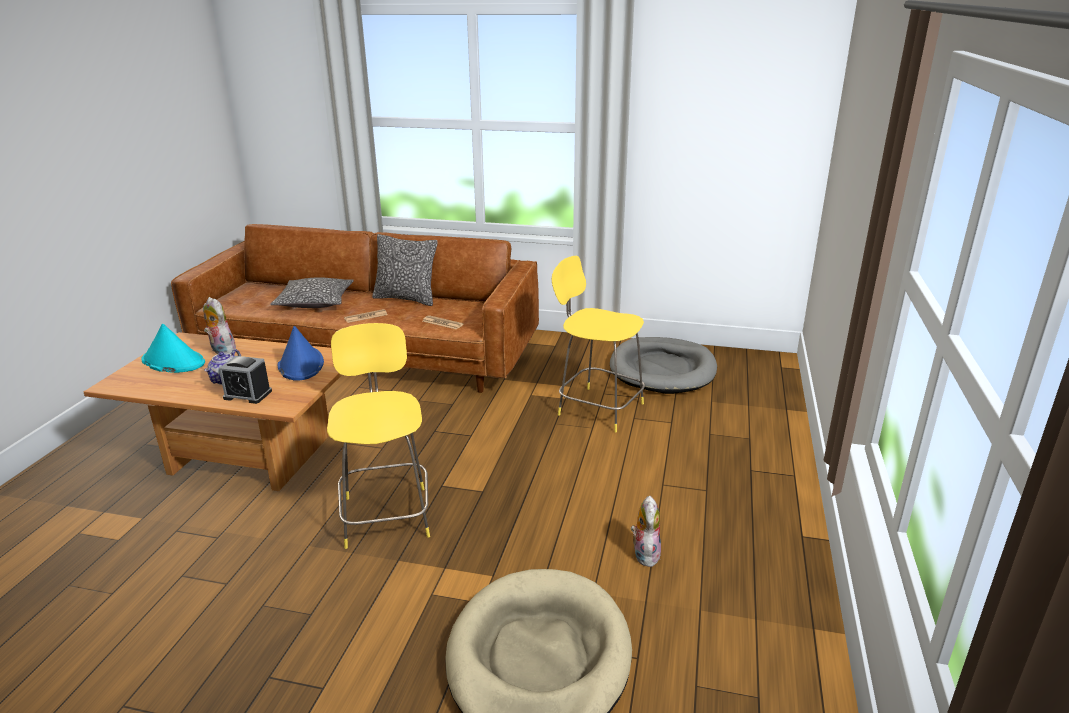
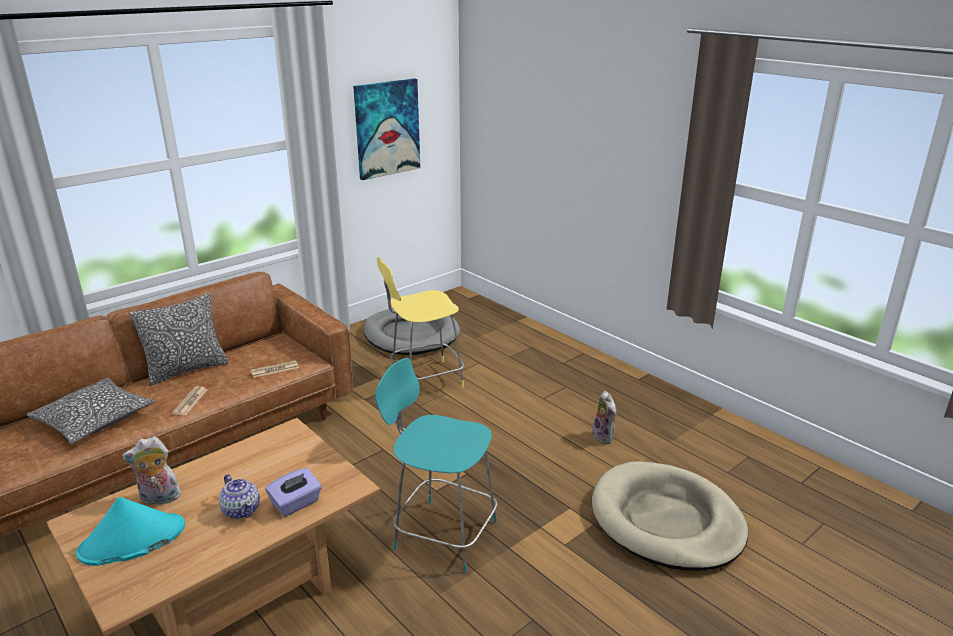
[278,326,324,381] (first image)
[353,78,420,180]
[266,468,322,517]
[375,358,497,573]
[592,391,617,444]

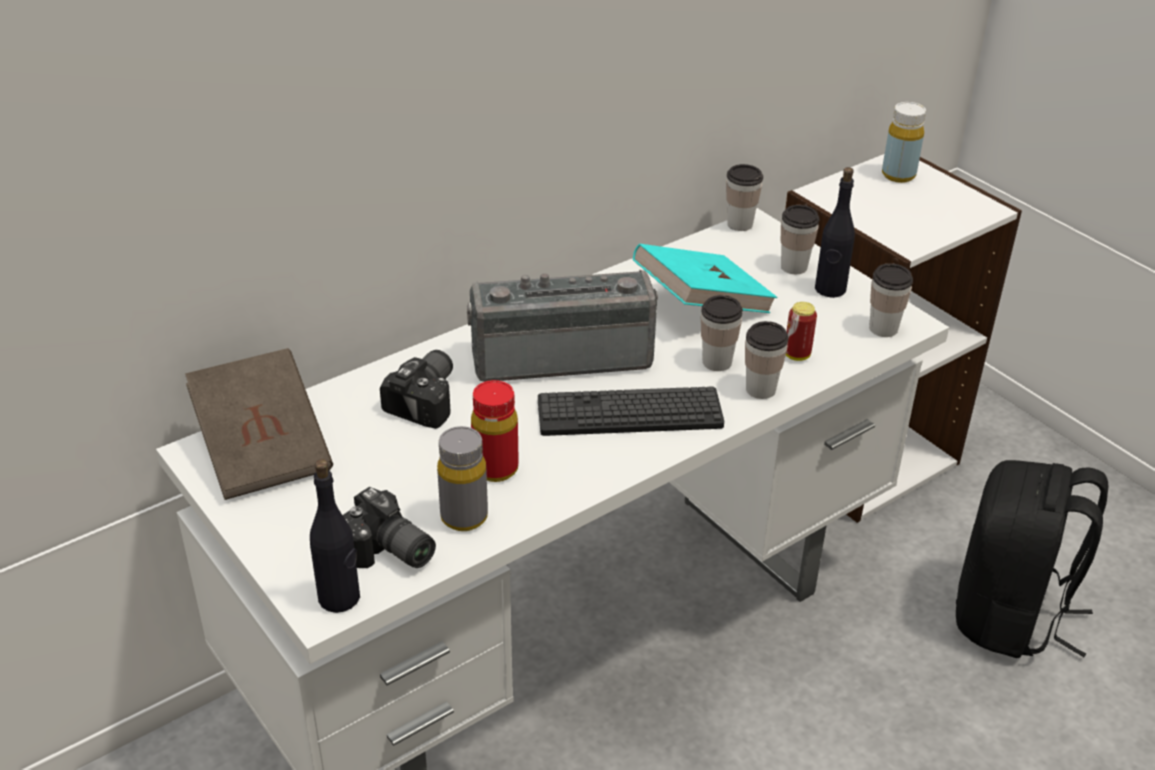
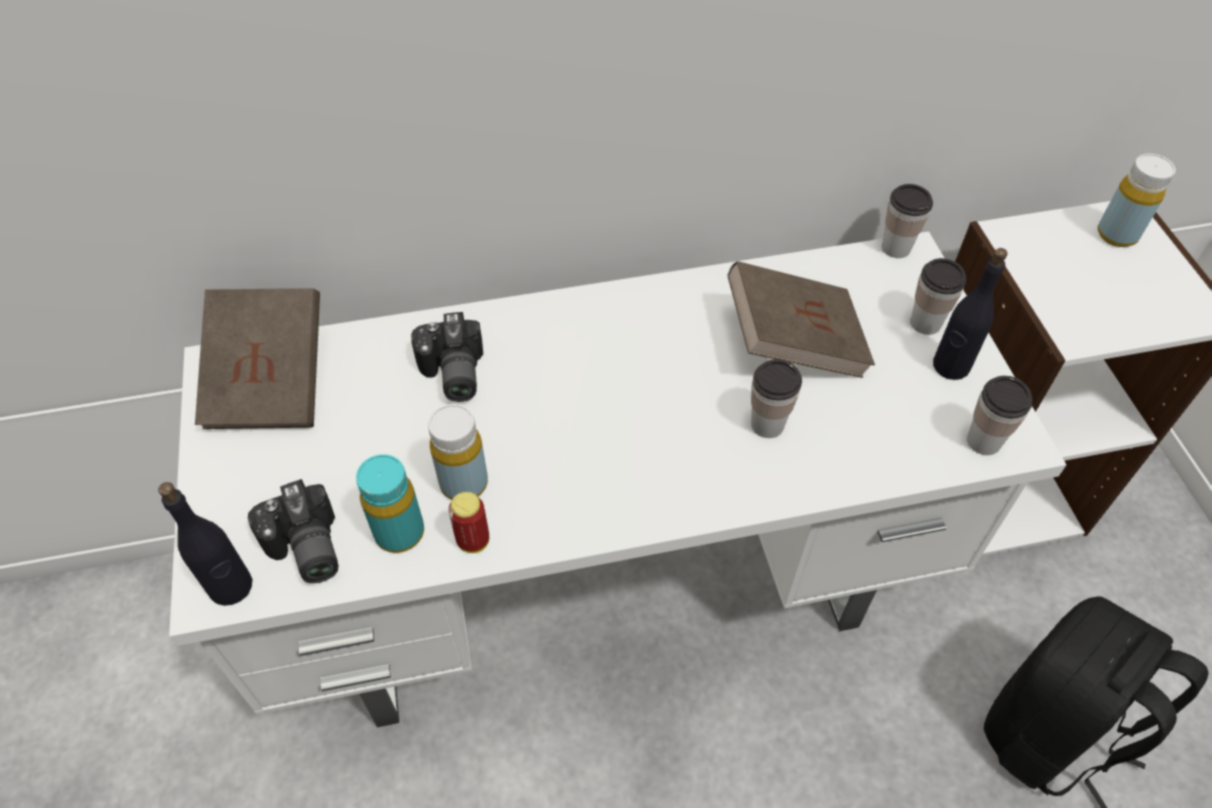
[467,270,658,382] (first image)
[538,386,724,436] (first image)
[745,321,788,399] (first image)
[449,492,489,553]
[356,454,424,553]
[428,404,488,500]
[727,261,875,378]
[411,312,483,402]

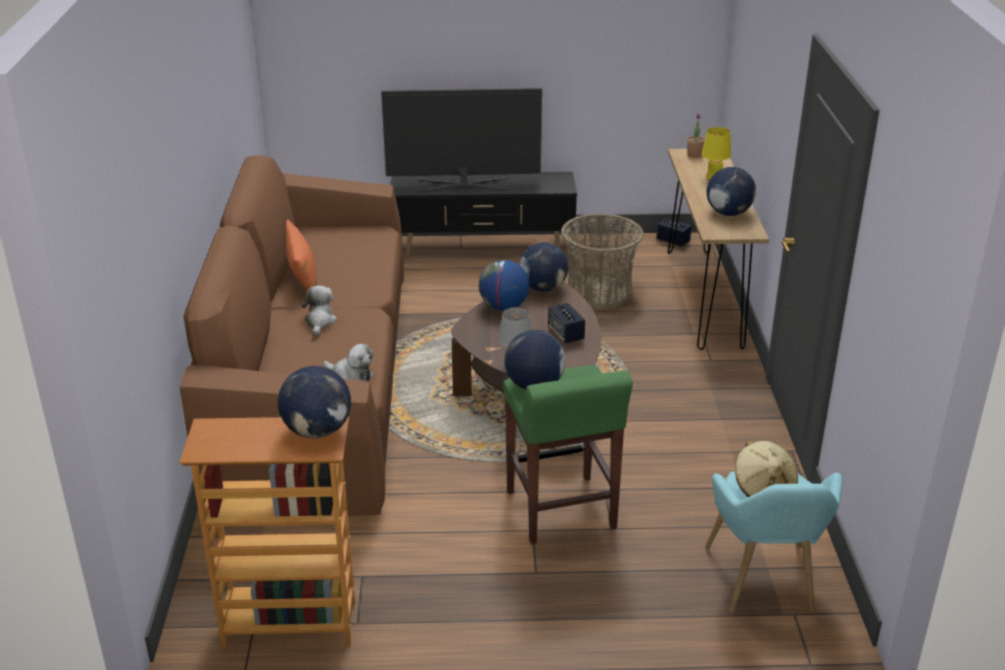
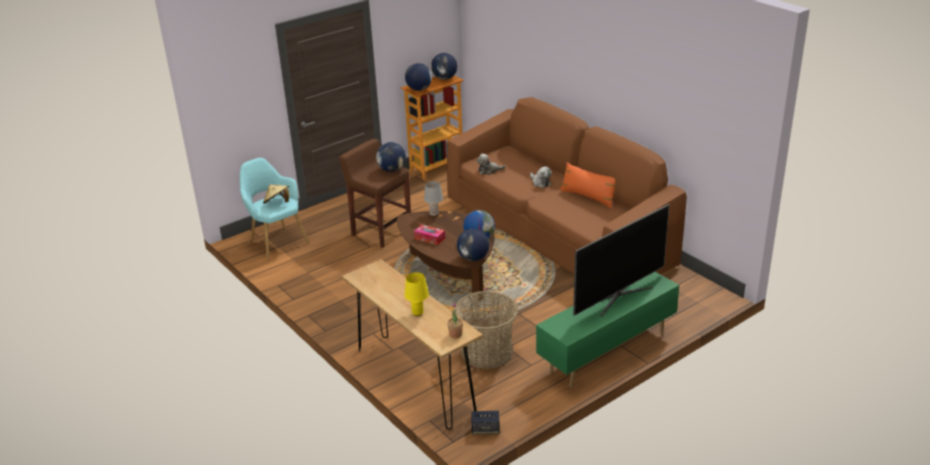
[431,53,457,80]
[414,224,445,245]
[536,272,679,388]
[339,139,411,248]

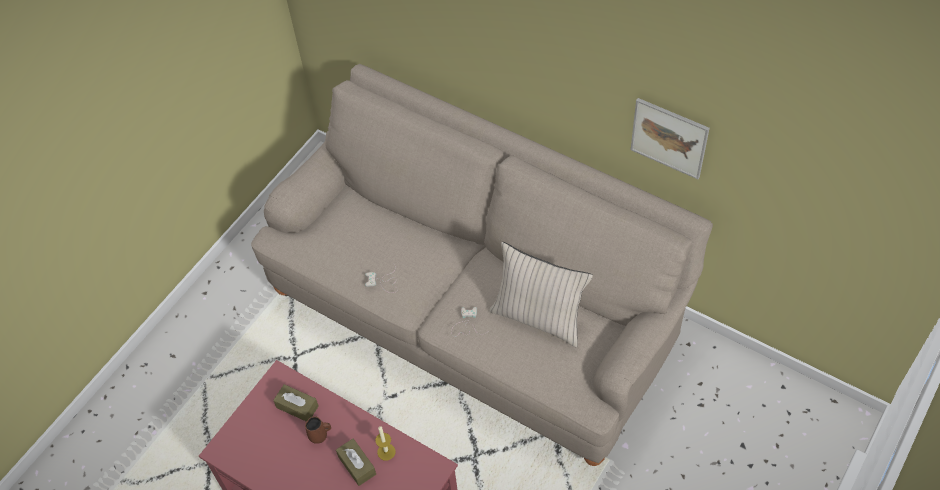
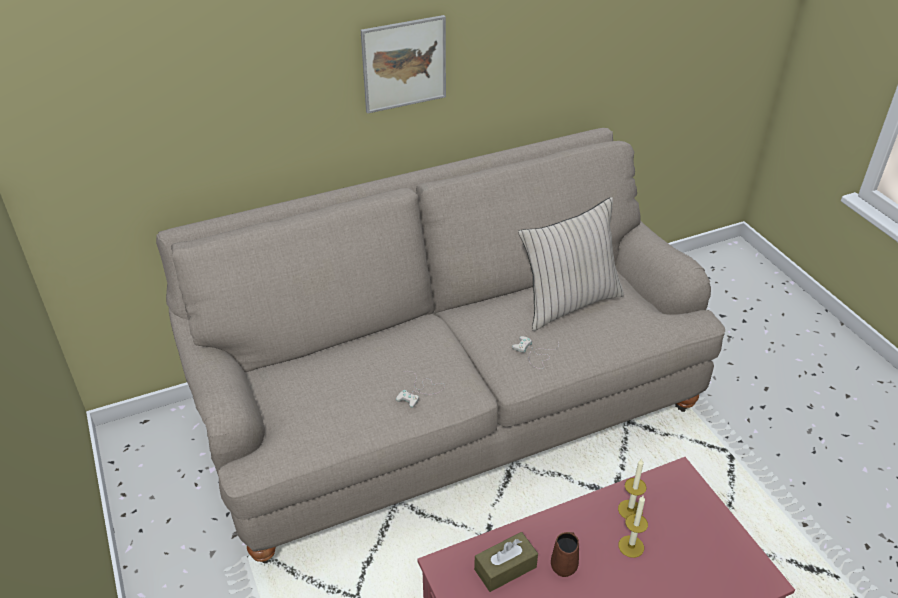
[361,15,446,114]
[618,496,648,558]

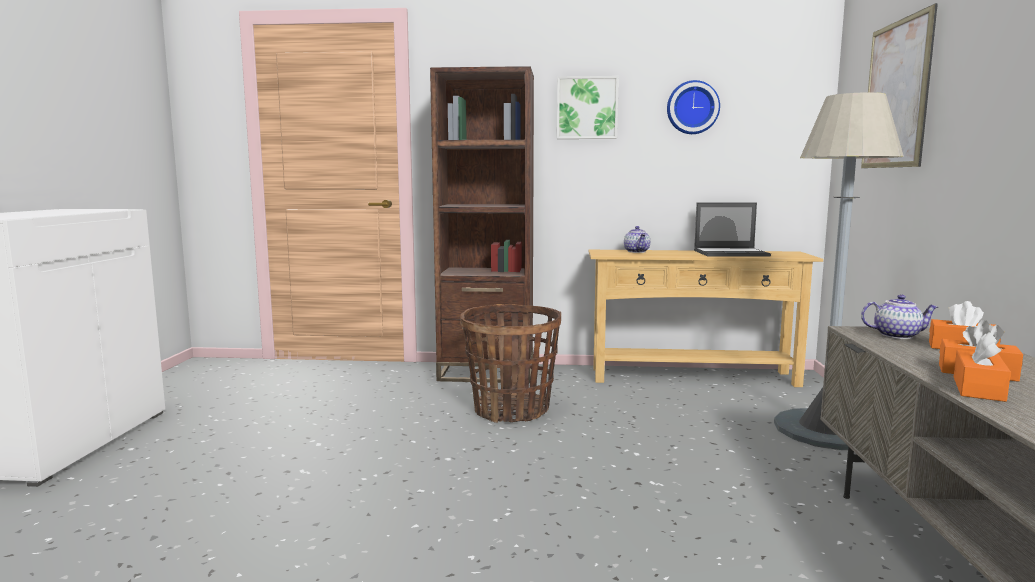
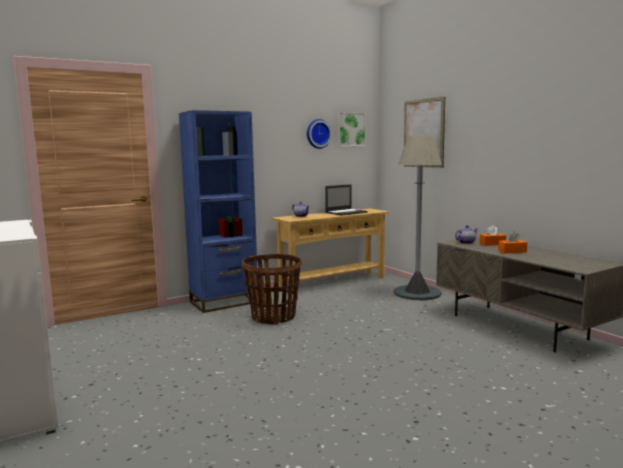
[954,332,1011,402] (first image)
[337,112,366,146]
[179,110,257,313]

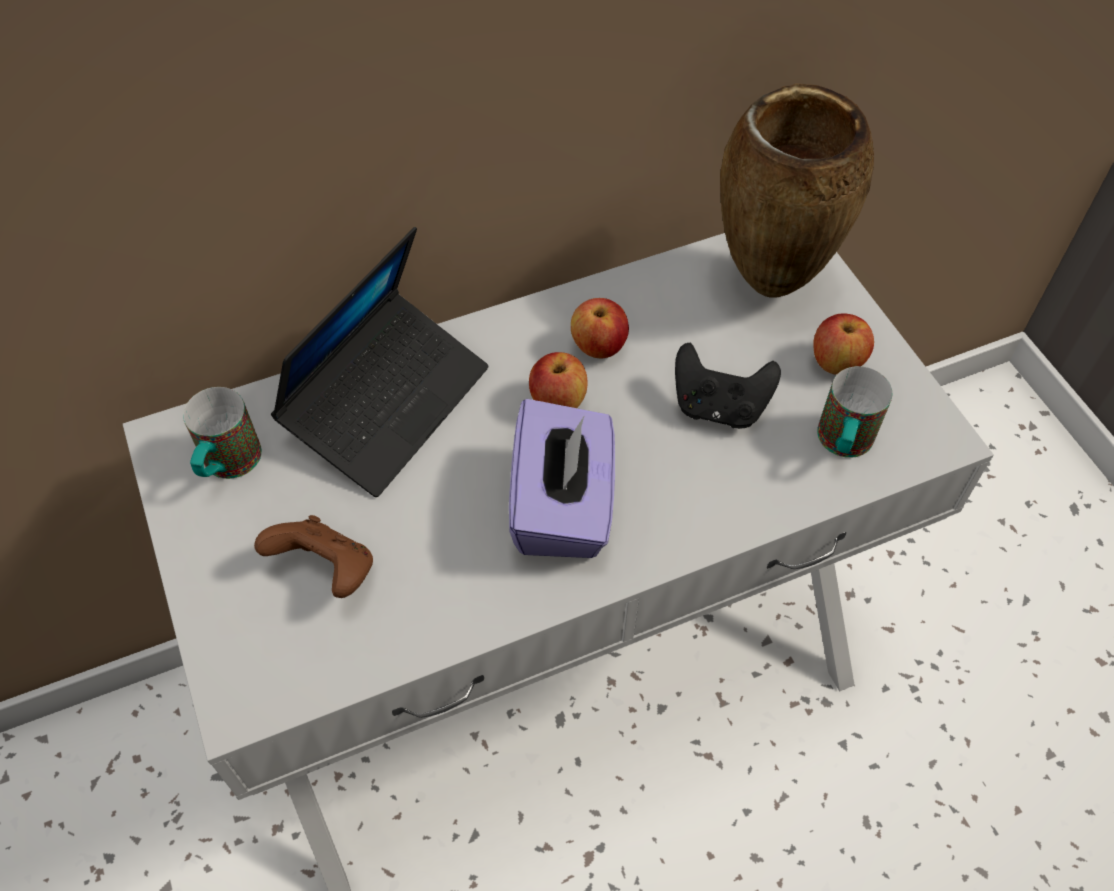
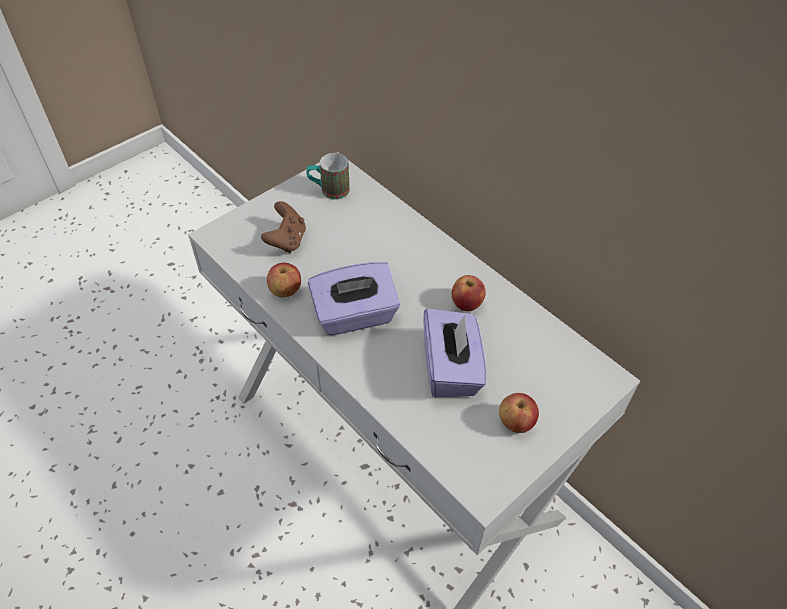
[271,227,489,497] (first image)
[720,83,874,298] (first image)
[817,366,892,458] (first image)
[267,263,301,297]
[424,308,486,398]

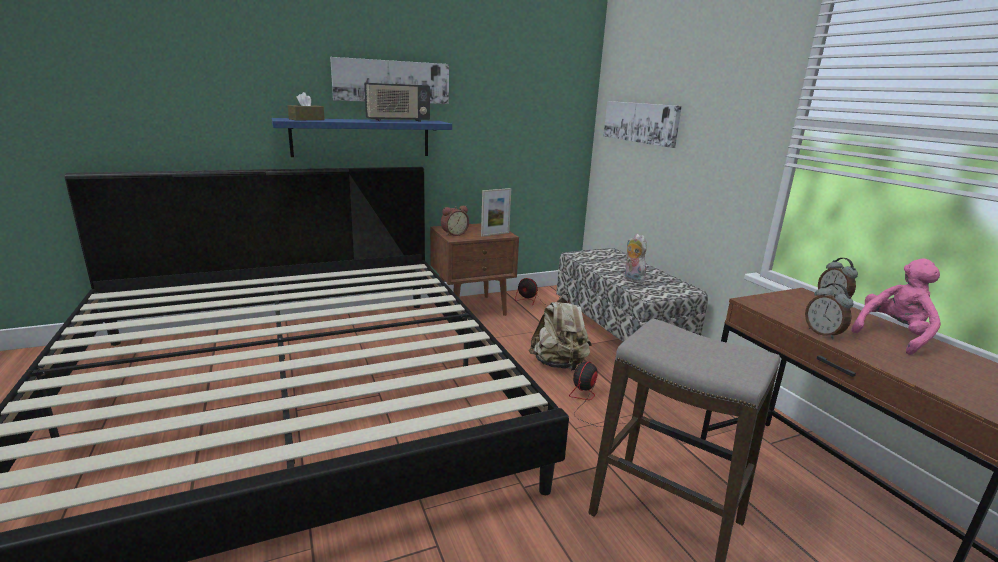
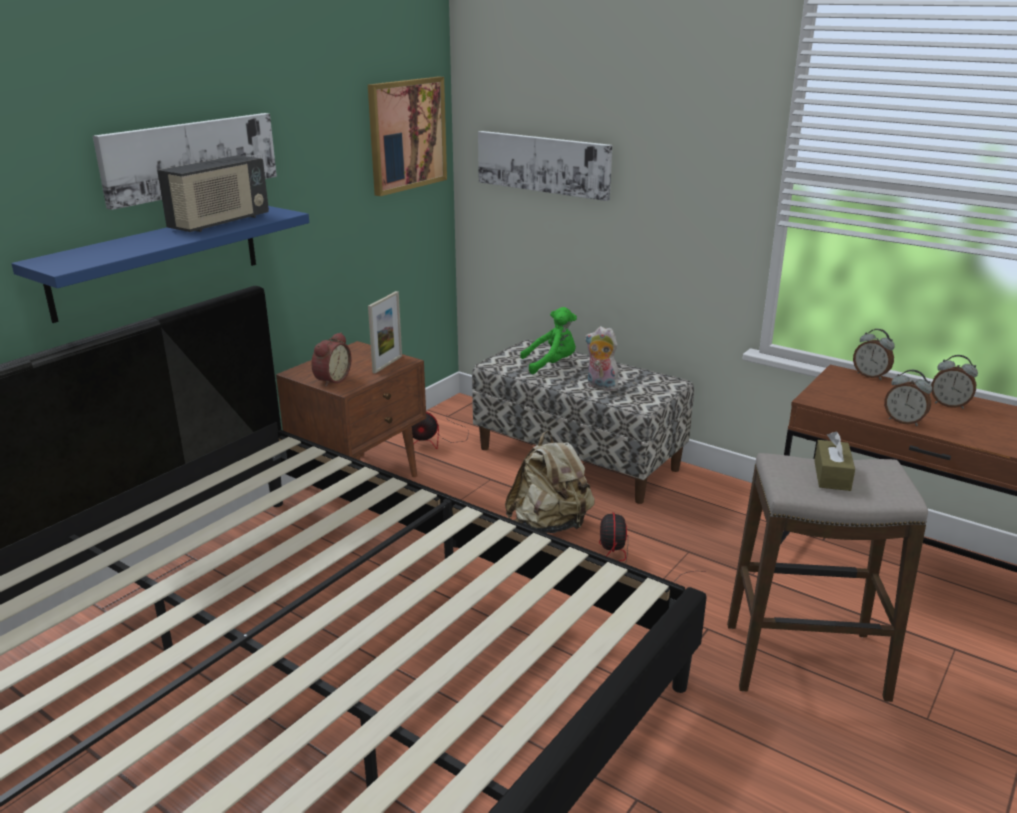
[368,76,447,196]
[520,307,577,374]
[814,431,855,491]
[931,355,978,409]

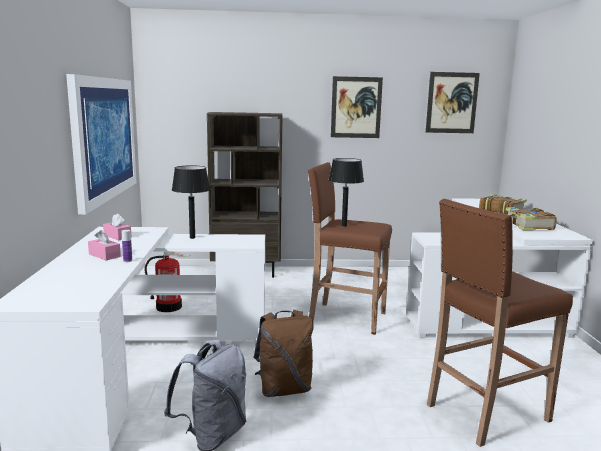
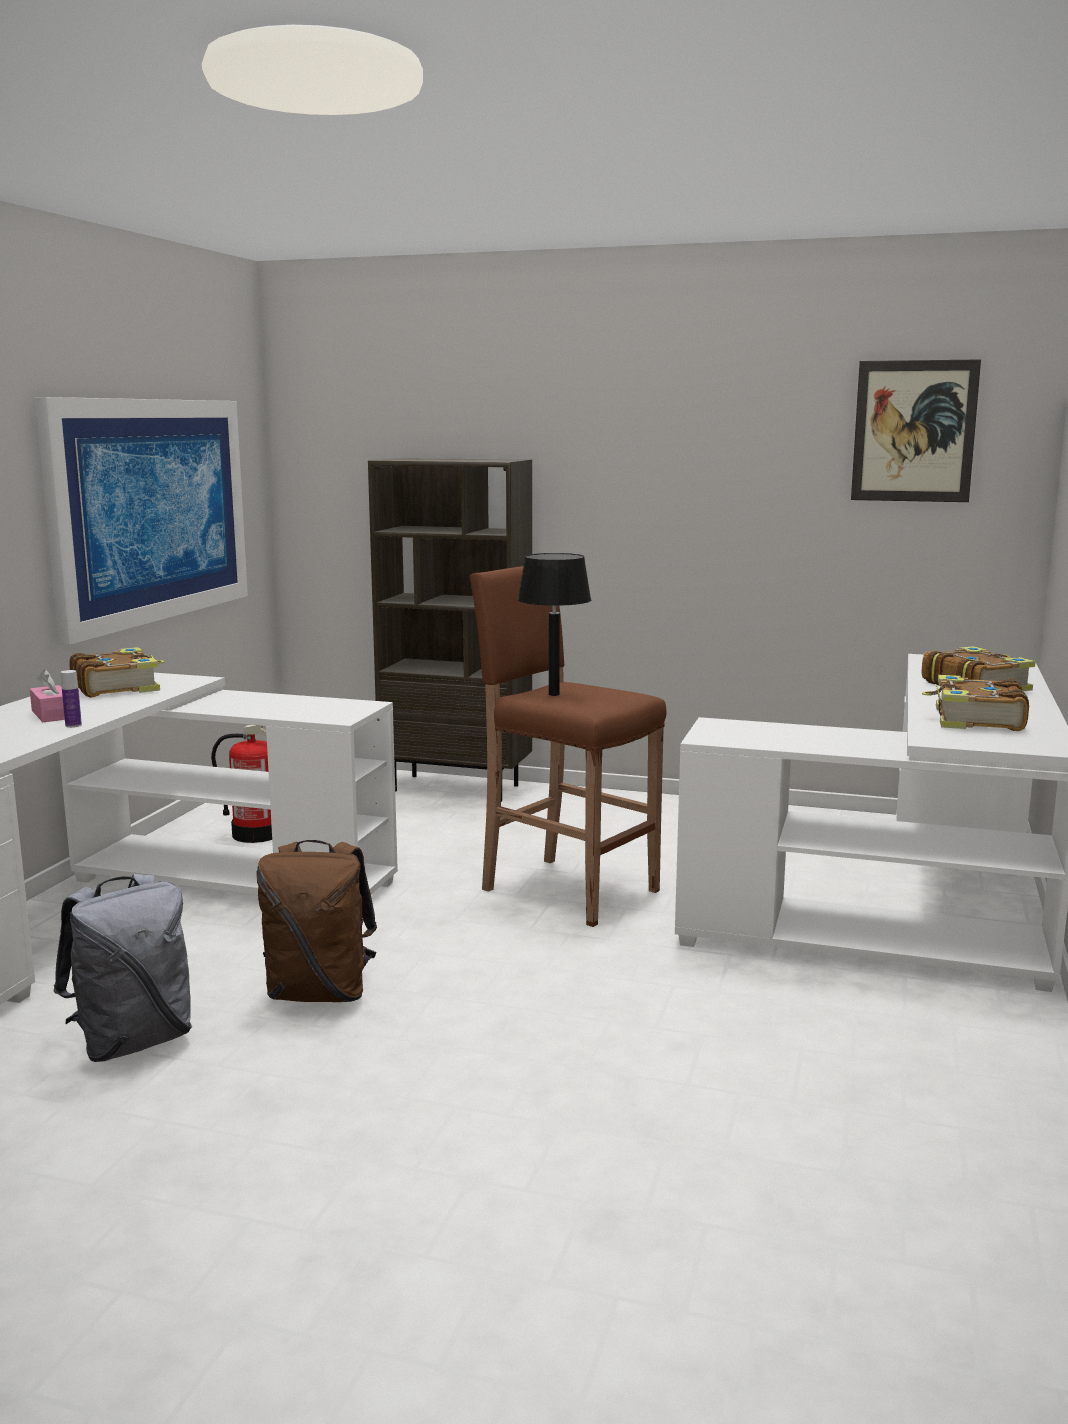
[172,165,210,239] (first image)
[331,76,383,138] (first image)
[427,199,573,447] (first image)
[69,647,164,698]

